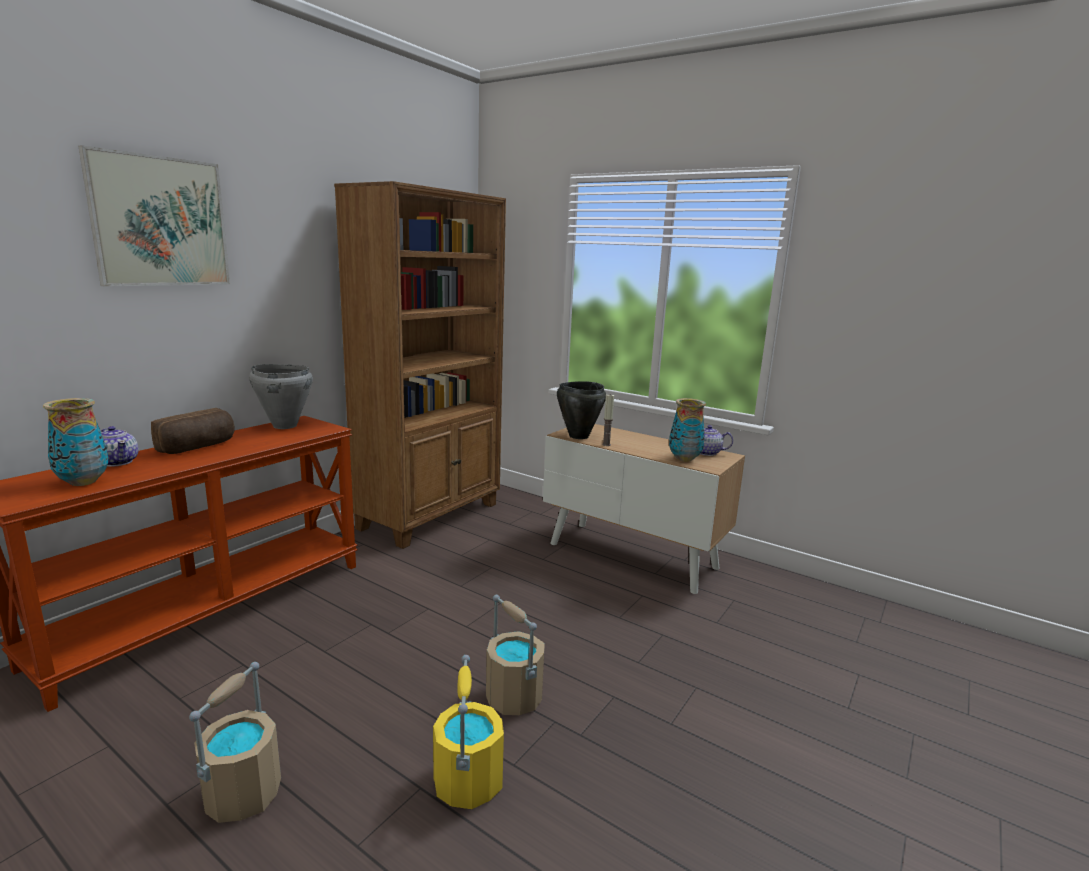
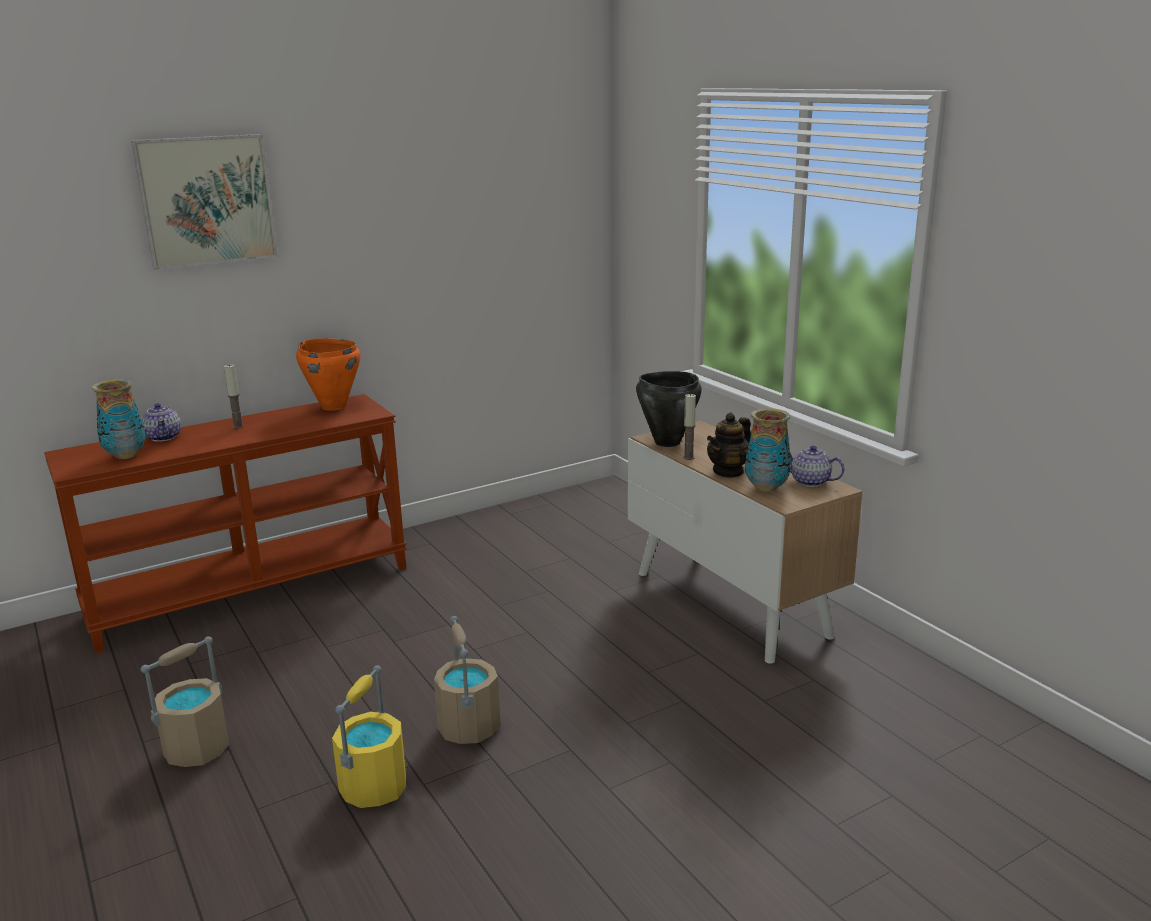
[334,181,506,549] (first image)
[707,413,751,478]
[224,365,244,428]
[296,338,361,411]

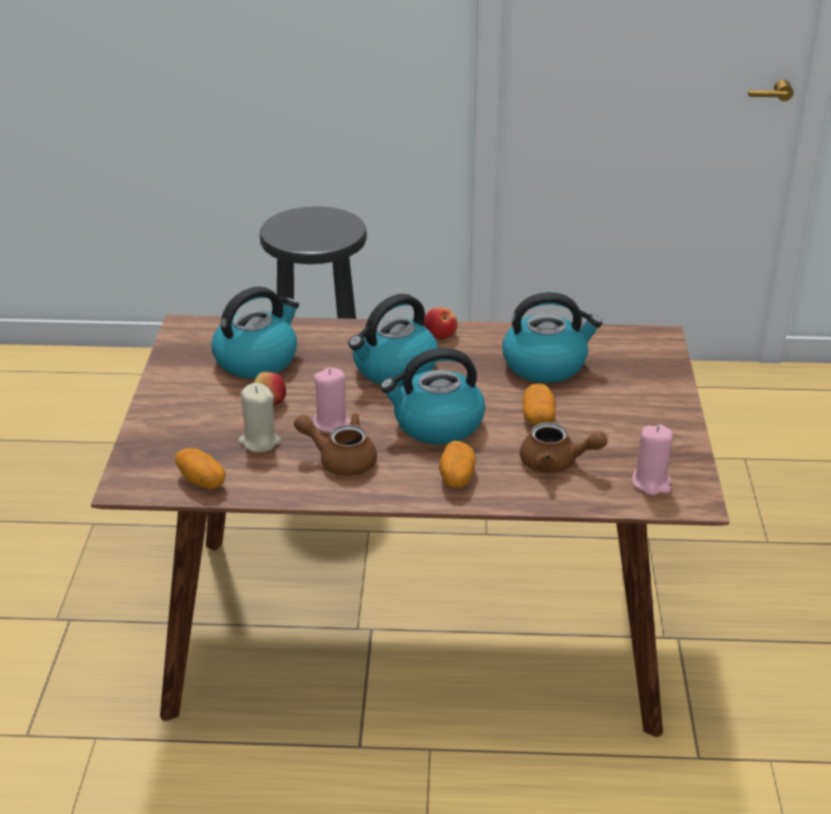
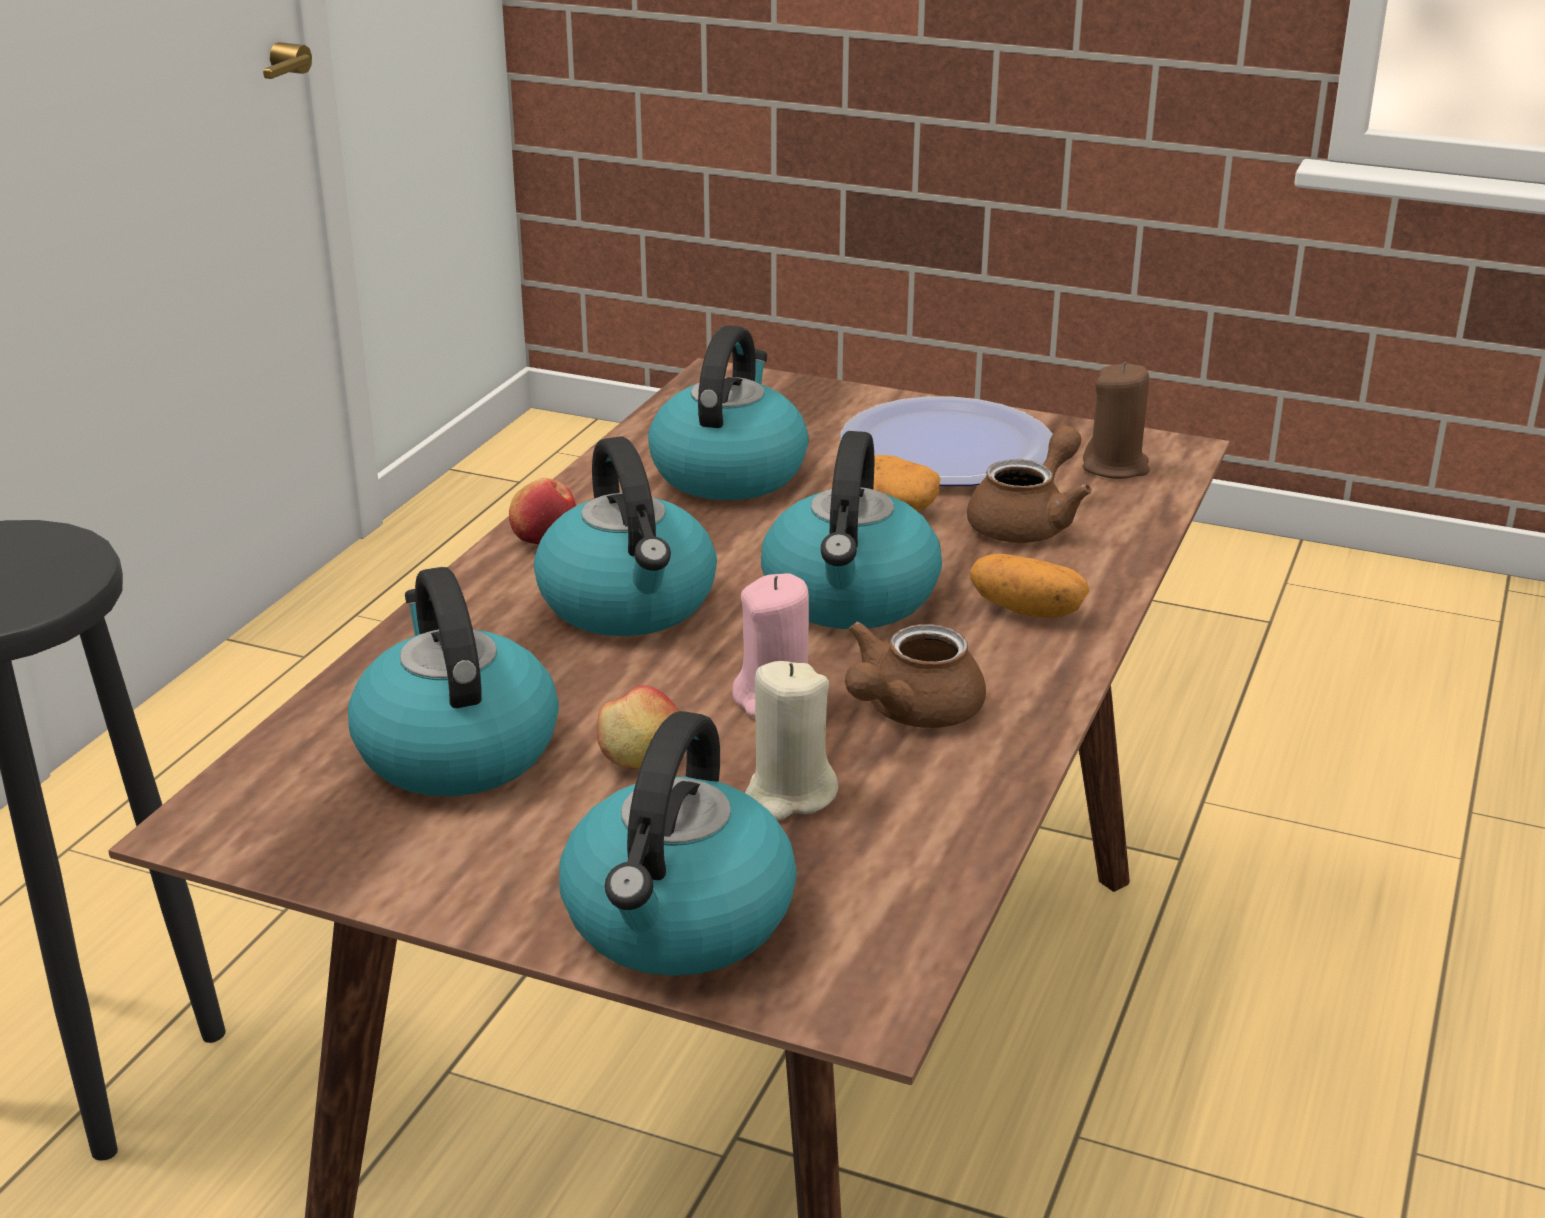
[175,448,226,489] (first image)
[559,711,797,976]
[840,397,1053,486]
[1083,362,1150,479]

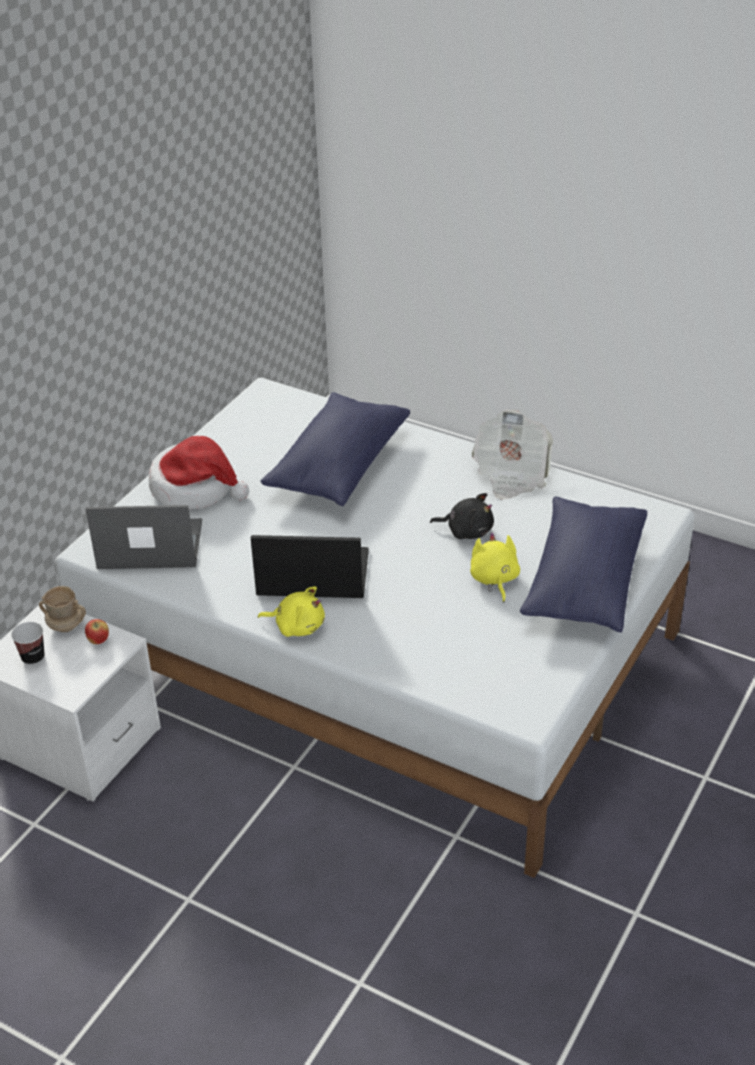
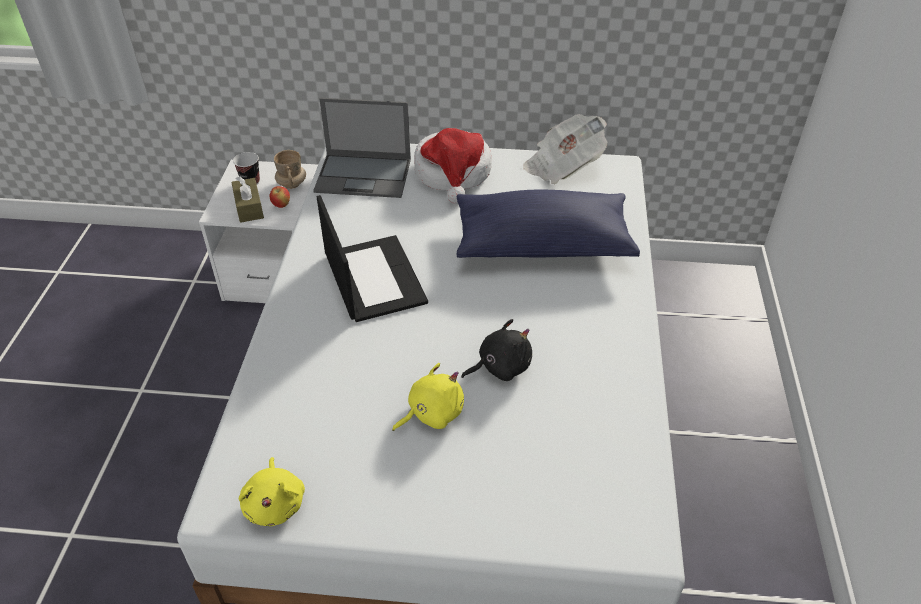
[520,497,647,632] (first image)
[231,176,264,223]
[239,457,305,526]
[523,114,607,184]
[313,98,411,198]
[461,319,532,381]

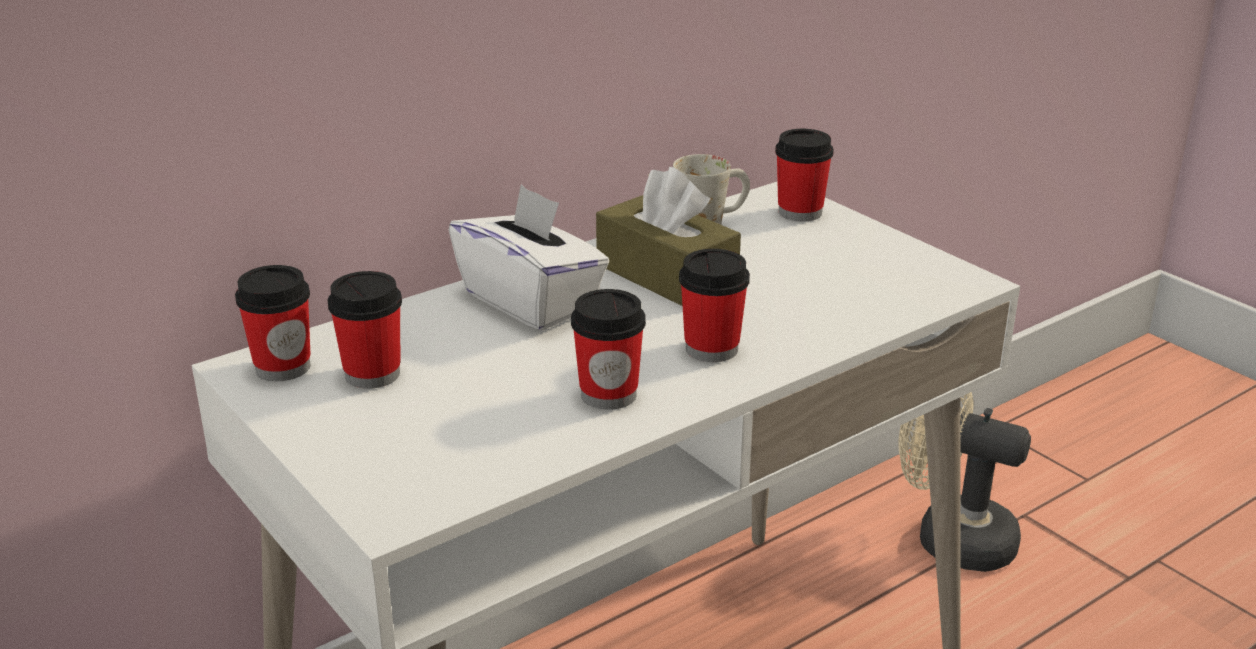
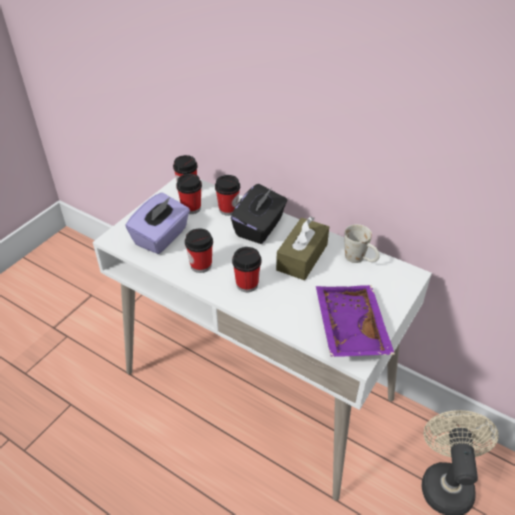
[125,192,190,254]
[316,285,395,357]
[215,175,240,216]
[231,184,288,244]

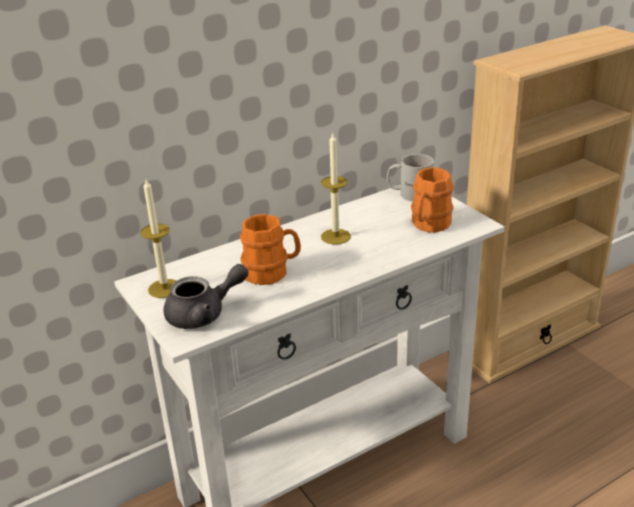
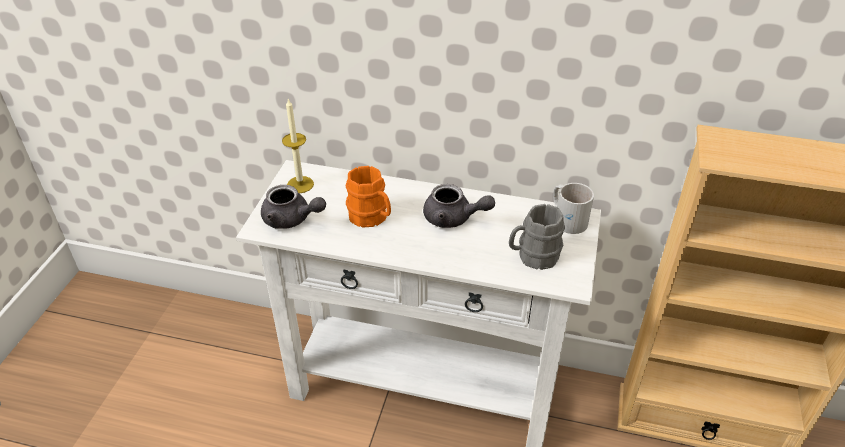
[423,184,495,228]
[509,204,565,270]

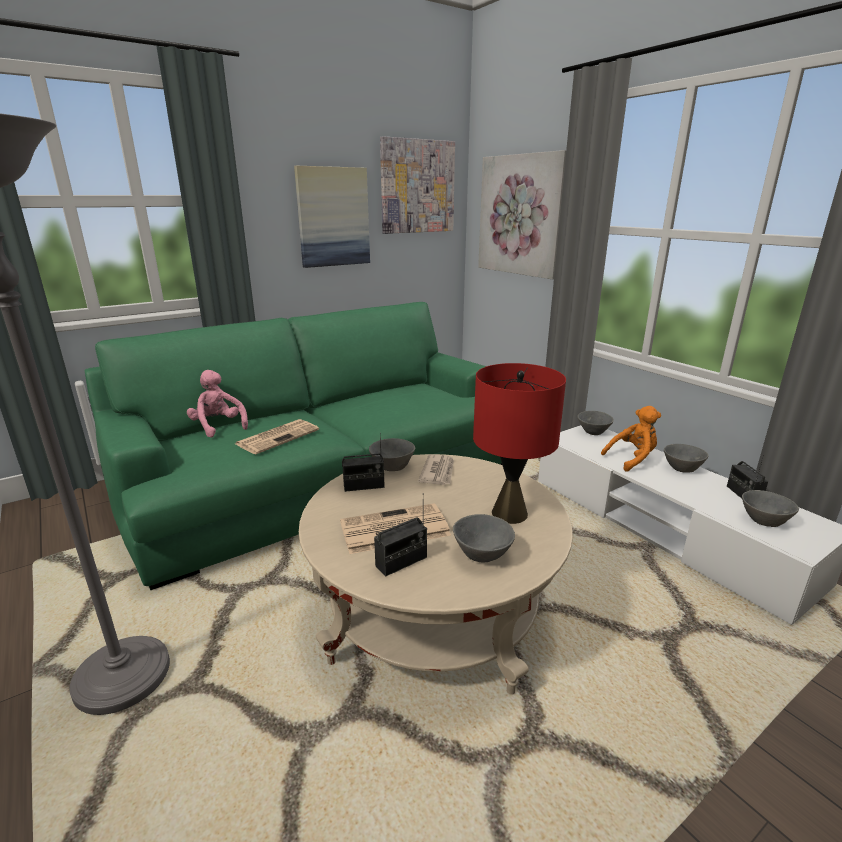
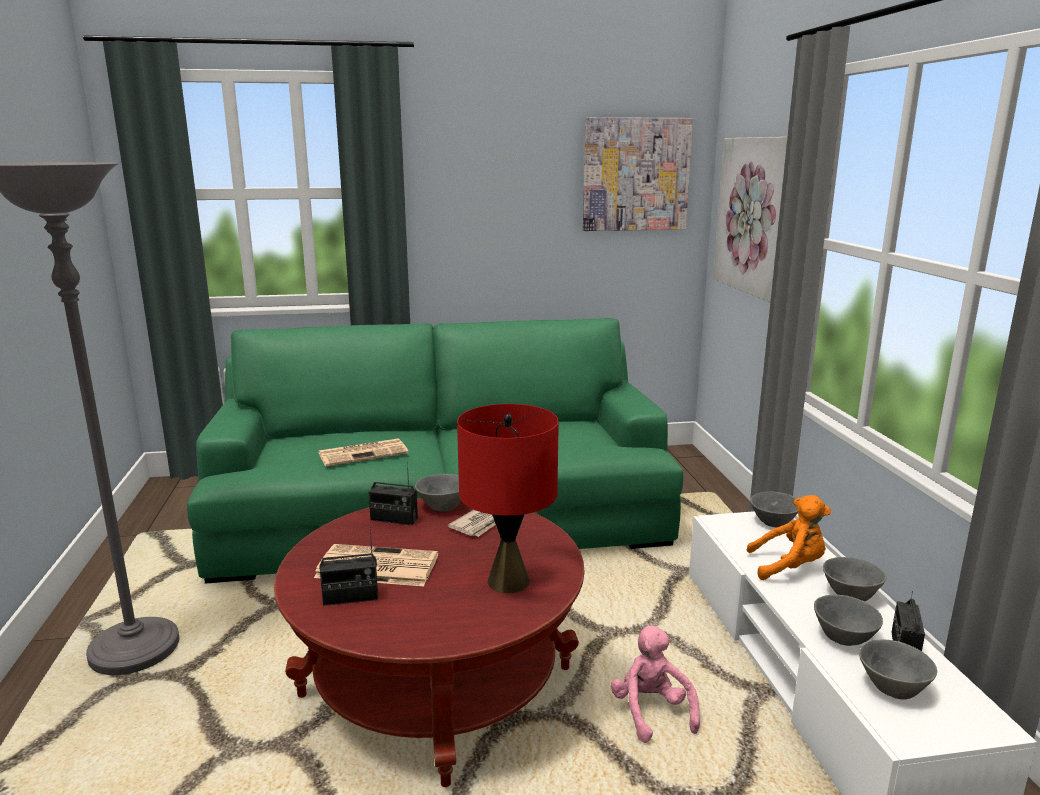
[294,166,370,268] (first image)
[611,626,700,743]
[814,595,883,646]
[274,498,584,787]

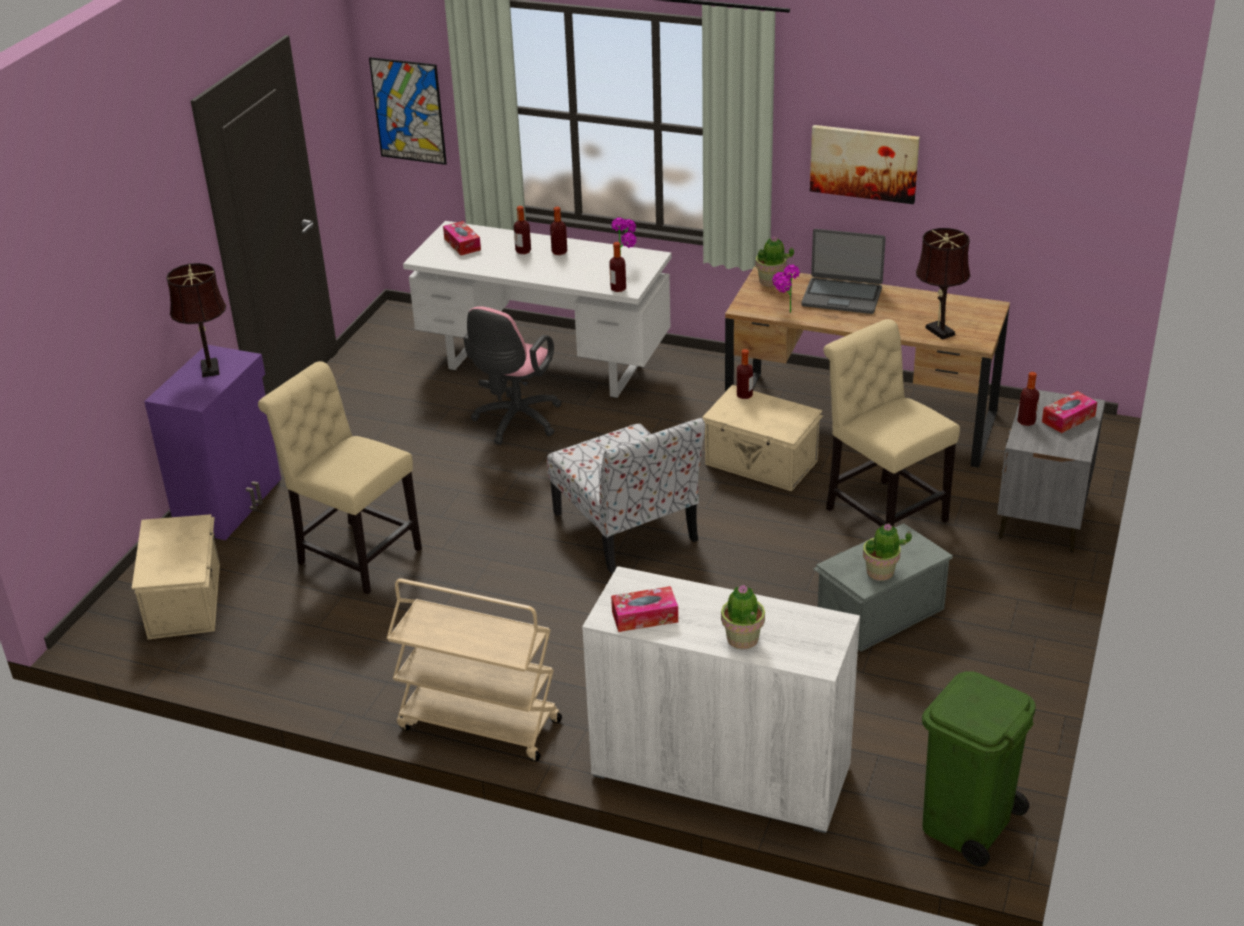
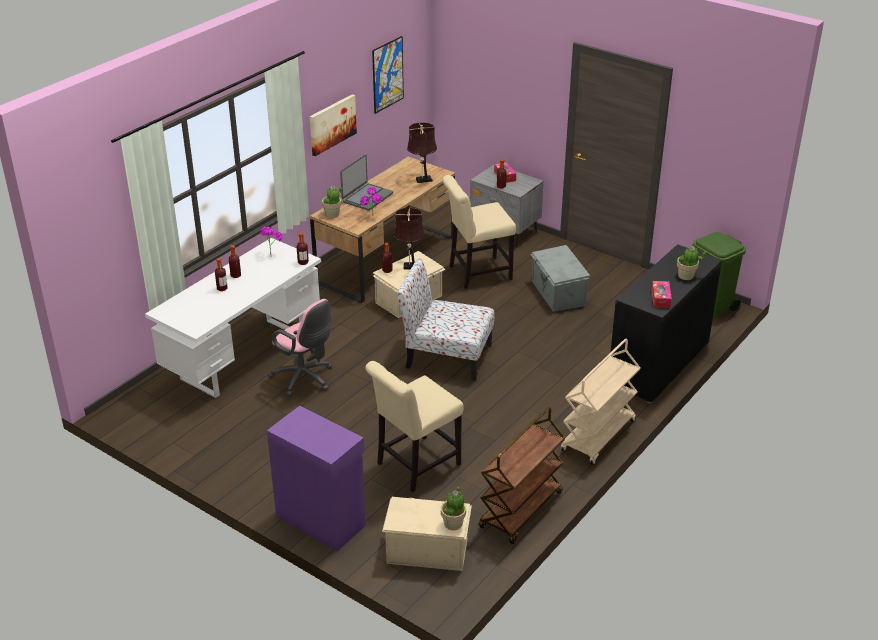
[443,221,481,255] (first image)
[479,407,565,544]
[393,208,425,269]
[372,36,404,114]
[441,486,466,530]
[611,244,722,404]
[397,258,495,381]

